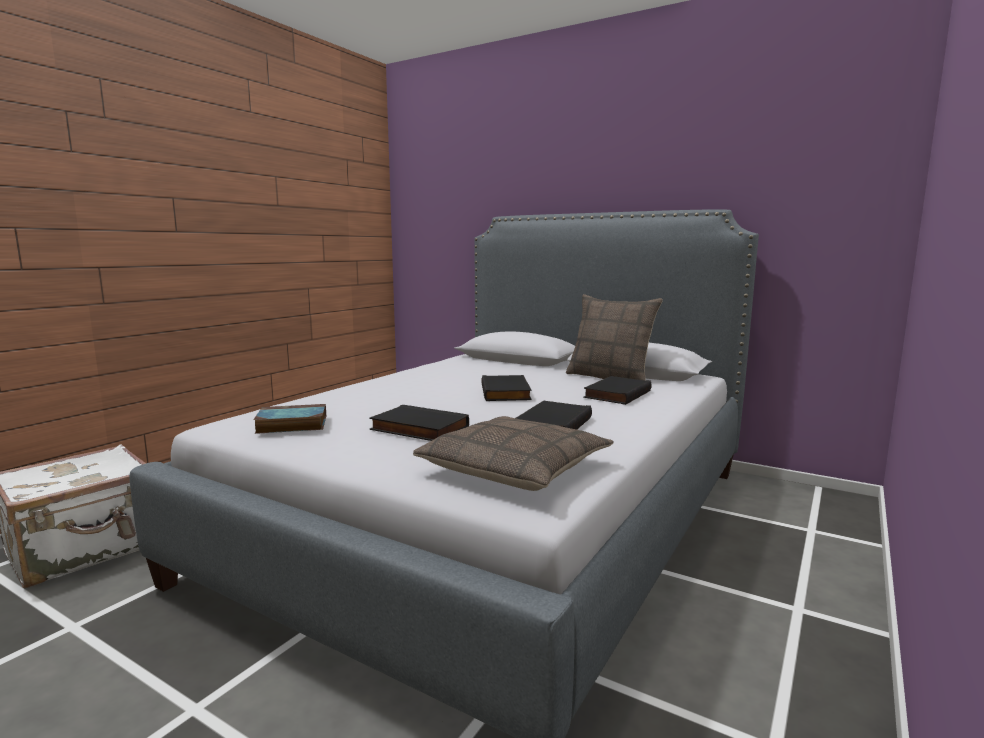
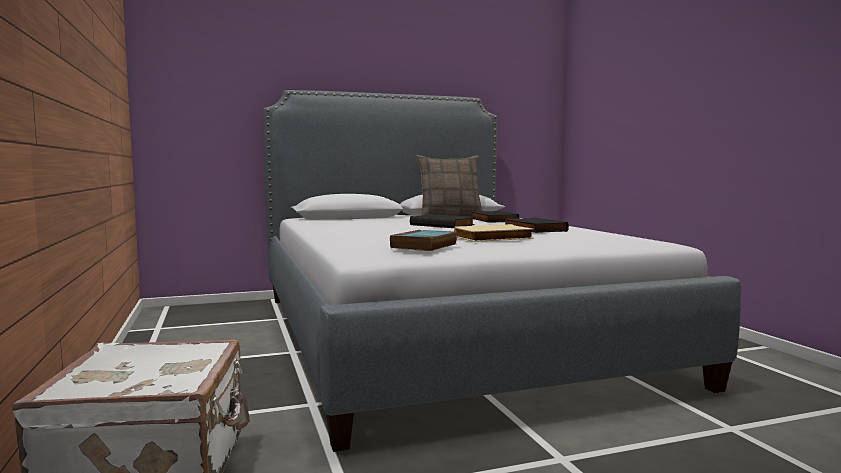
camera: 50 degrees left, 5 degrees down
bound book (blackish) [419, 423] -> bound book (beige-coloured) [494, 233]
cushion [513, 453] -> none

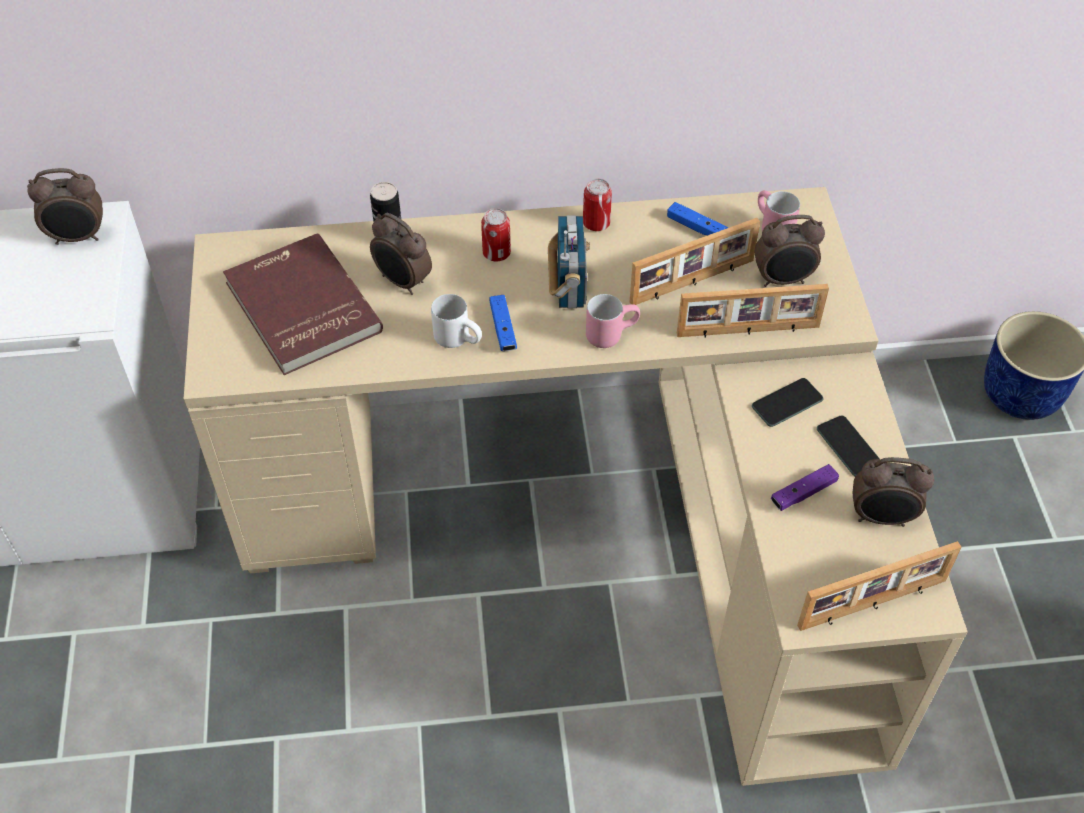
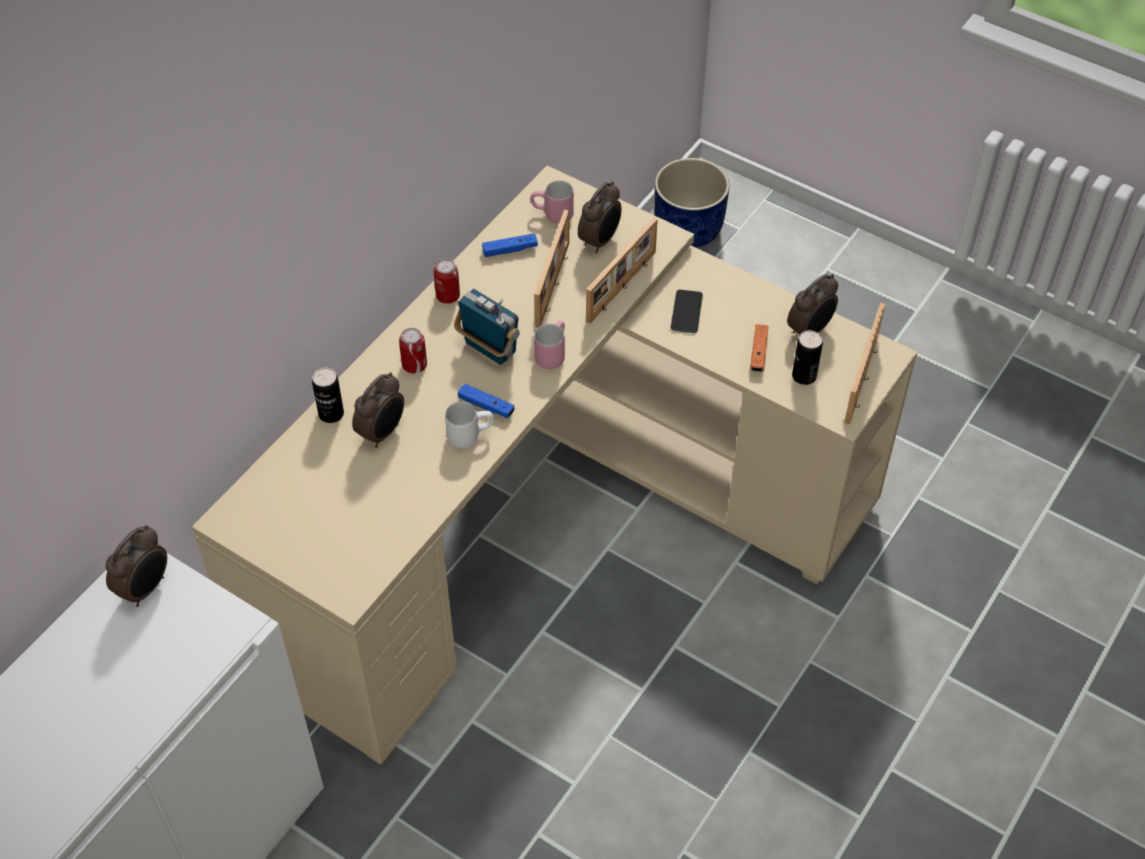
camera: 50 degrees left, 0 degrees up
bound book (red-coloured) [303, 304] -> none
table clock [401, 254] -> table clock [378, 410], 45 degrees counterclockwise
game controller (purple) [805, 487] -> game controller (orange) [759, 348]
telephone [848, 446] -> none
none -> sealed can [807, 357]

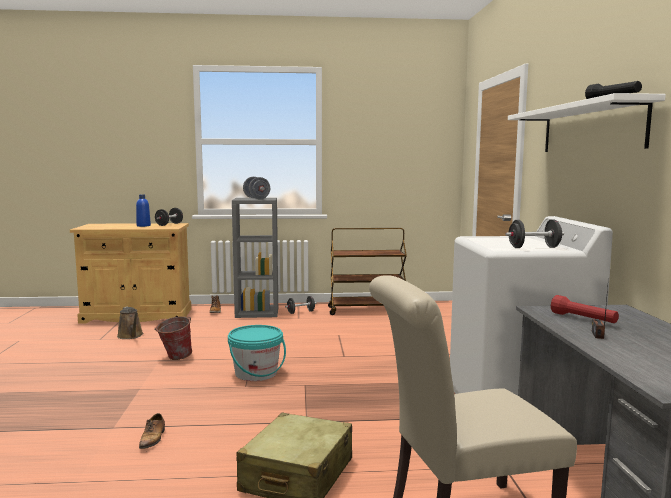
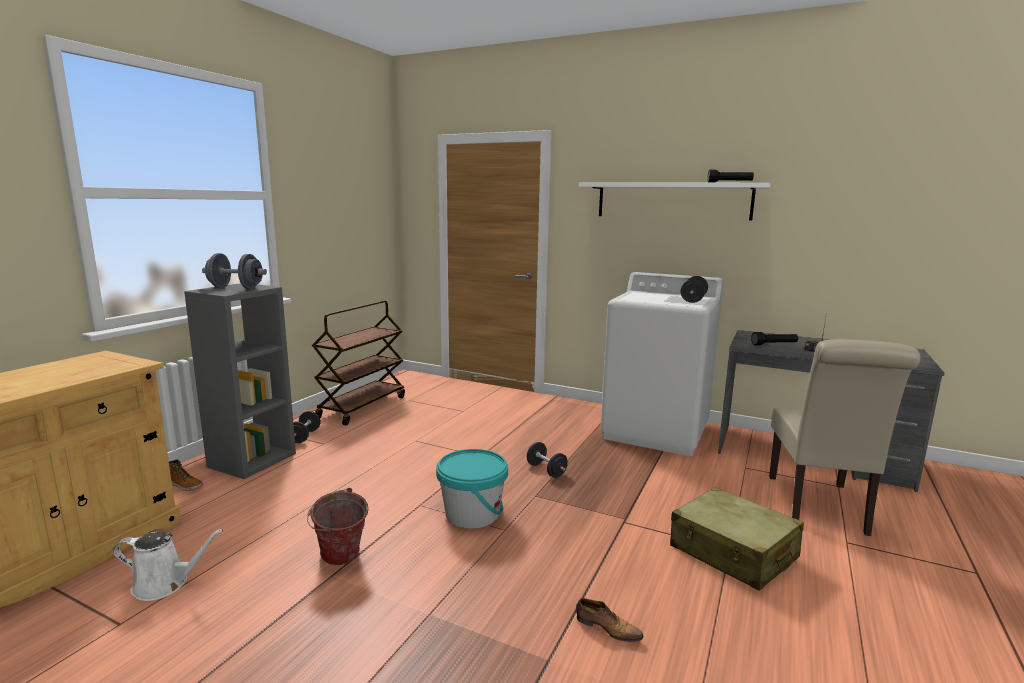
camera: 60 degrees left, 5 degrees up
watering pot (brown-coloured) [130, 323] -> watering pot (white-coloured) [168, 565]
beverage bottle (bluish) [143, 211] -> none
hand weight (blackish) [169, 217] -> hand weight (blackish) [547, 460], move
hand torch (red-coloured) [585, 309] -> hand torch (blackish) [774, 338]

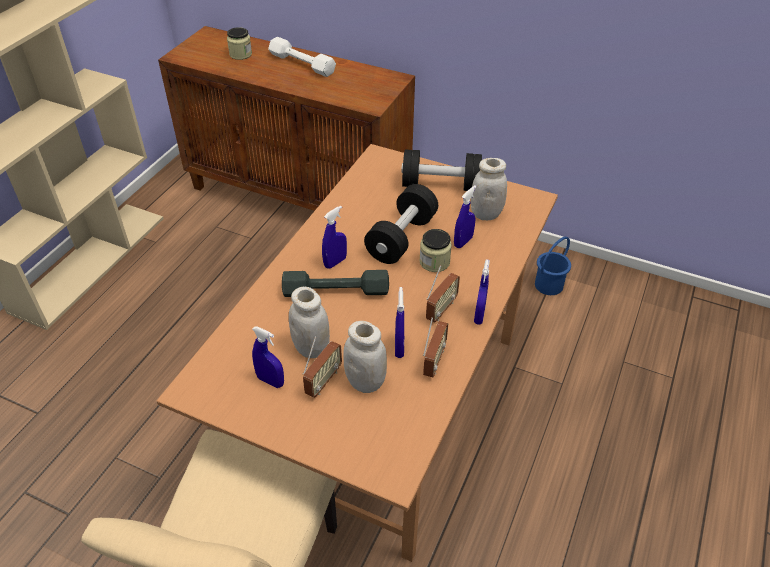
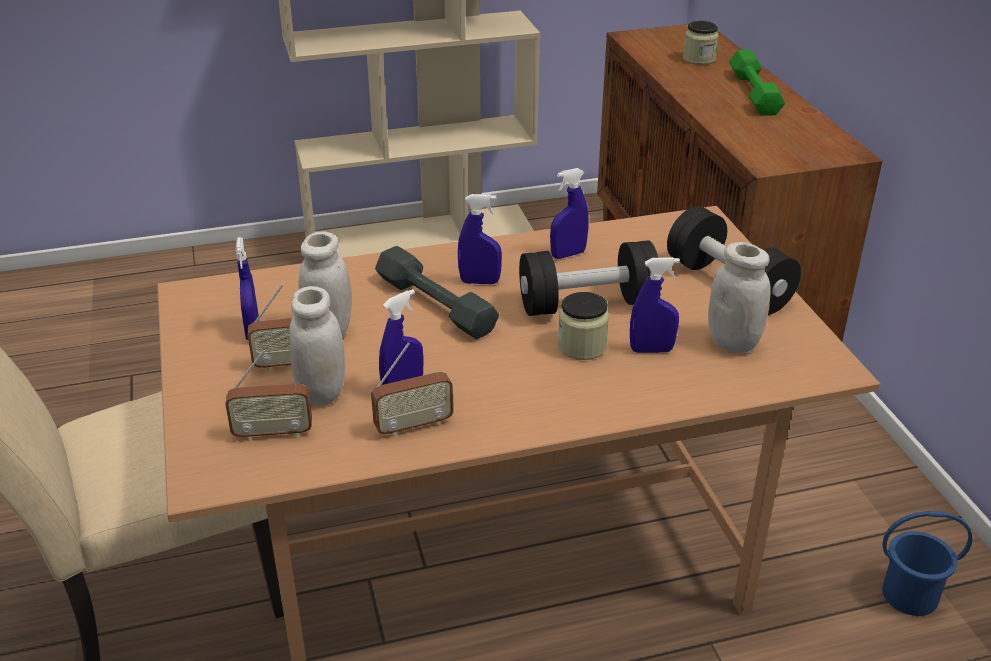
camera: 50 degrees right, 10 degrees down
hand weight (white-coloured) [302, 57] -> hand weight (greenish) [757, 83]
radio set [443, 293] -> radio set [268, 395], move
hand sprayer (bluish) [482, 292] -> hand sprayer (bluish) [569, 213], move

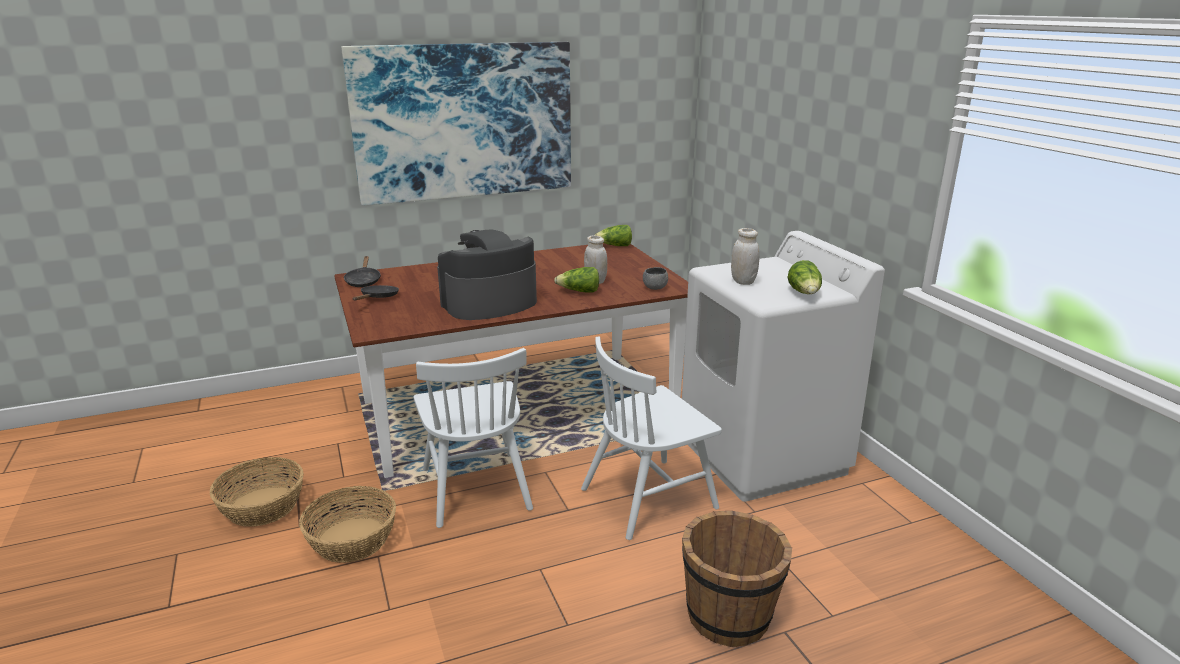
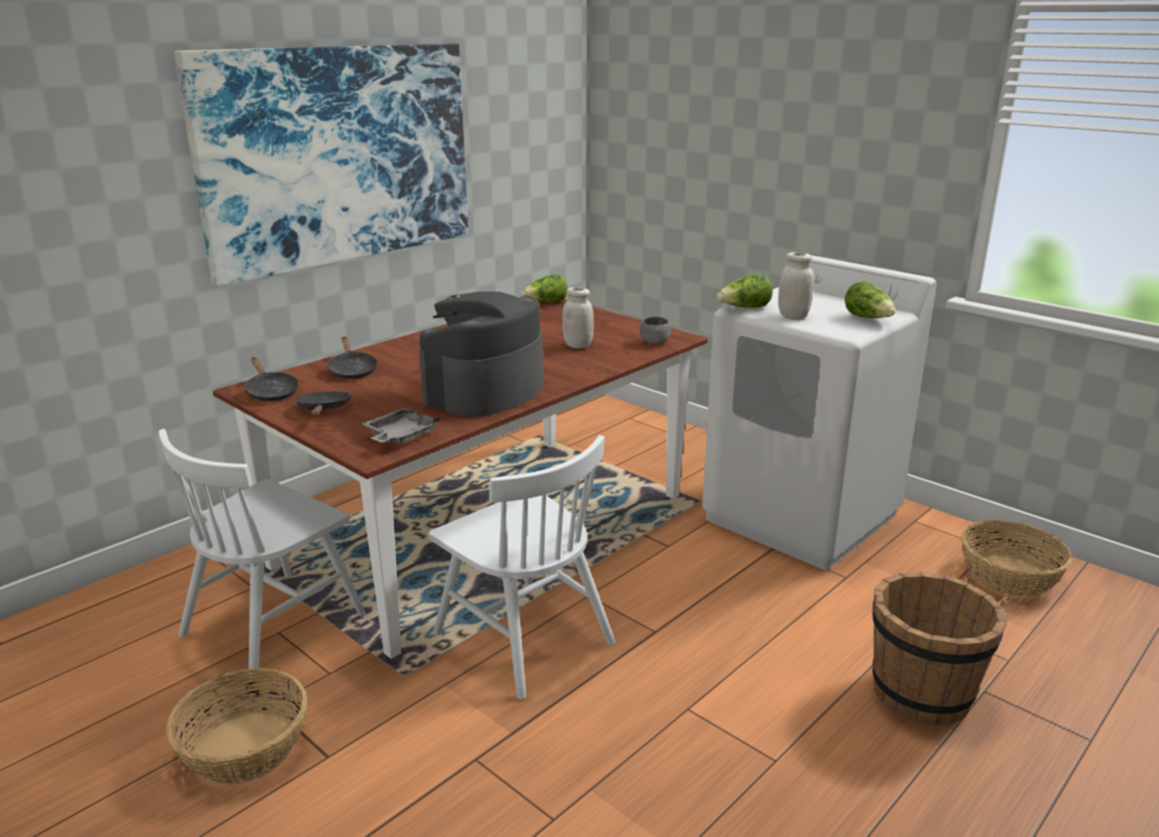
camera: 25 degrees left, 0 degrees up
basket [347, 524] -> basket [1016, 559], move
lettuce head [576, 279] -> lettuce head [745, 291], move
chair (white-coloured) [651, 438] -> chair (white-coloured) [262, 555], move
none -> pan (blackish) [352, 358]
none -> carrying tray (greyish) [401, 426]

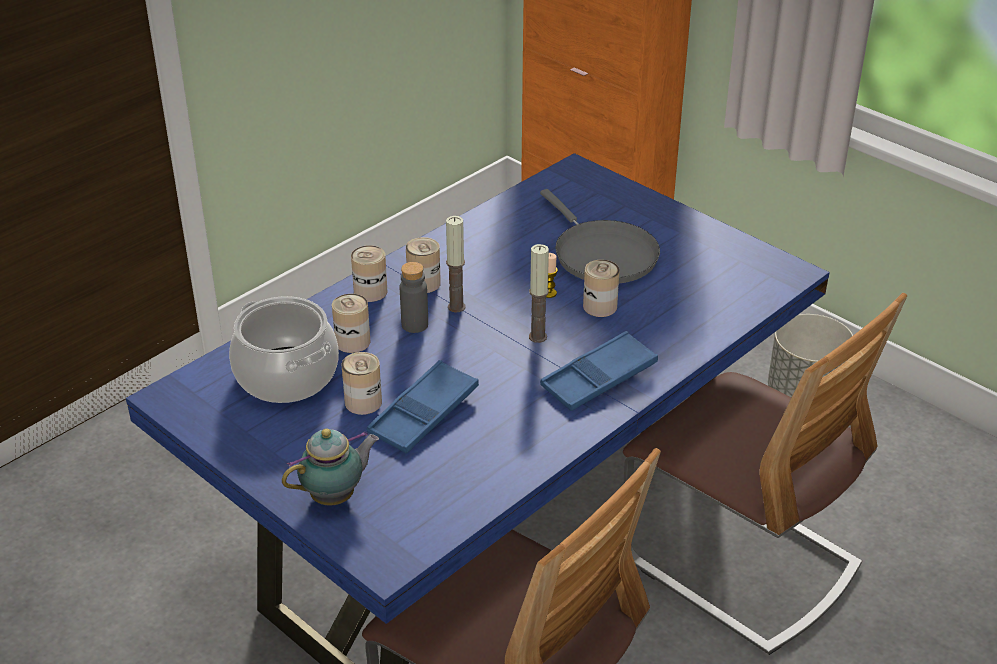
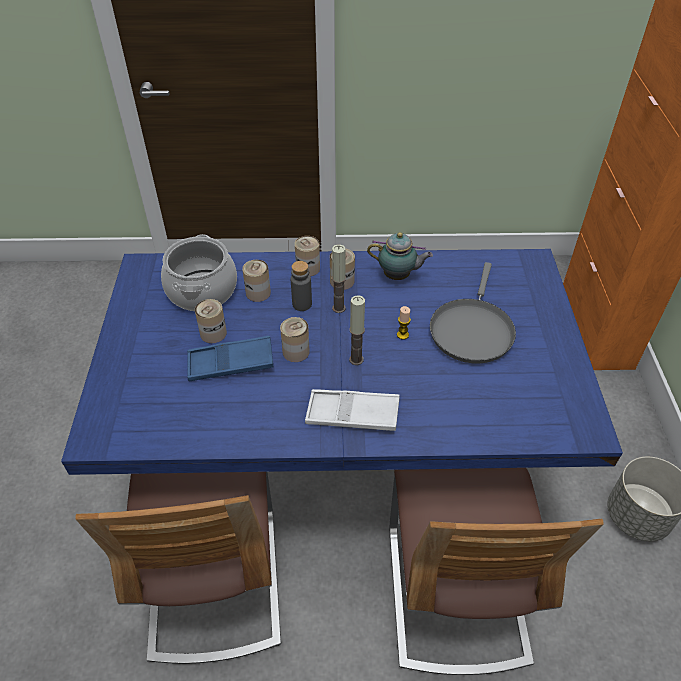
camera: 45 degrees right, 10 degrees up
tea pot [330, 467] -> tea pot [400, 256], move
carrying tray (bluish) [599, 371] -> carrying tray (white-coloured) [352, 410]
sealed can [601, 288] -> sealed can [295, 339], move

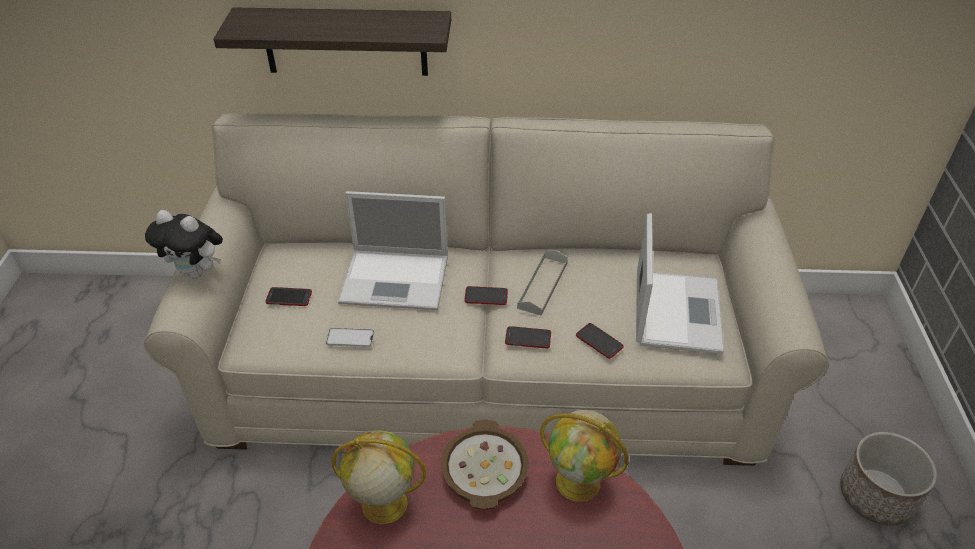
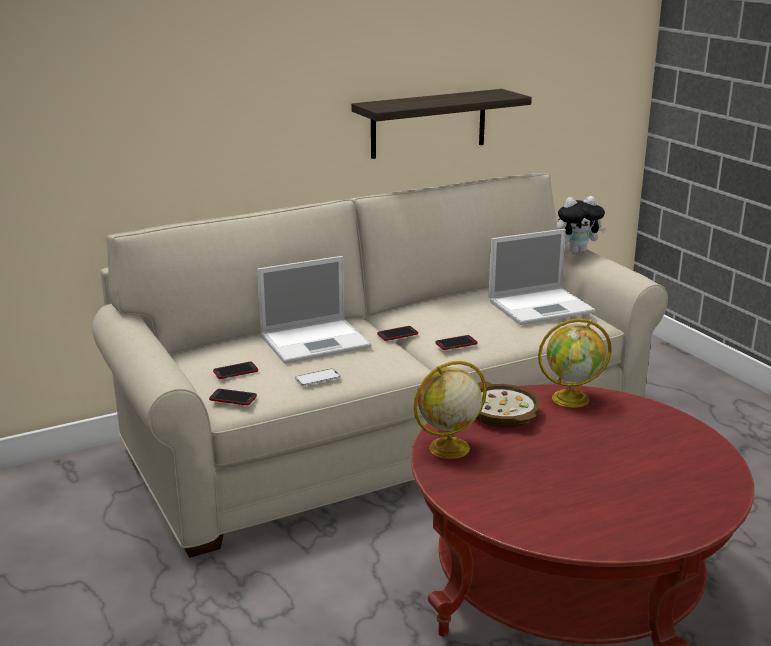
camera: 30 degrees left, 20 degrees down
plush toy [184, 244] -> plush toy [581, 225], move
bracket shelf [332, 41] -> bracket shelf [441, 124], move
carrying tray (greyish) [542, 283] -> none
telephone [600, 341] -> telephone [233, 397], move
laptop [680, 283] -> laptop [541, 277], 90 degrees clockwise
plant pot [888, 479] -> none

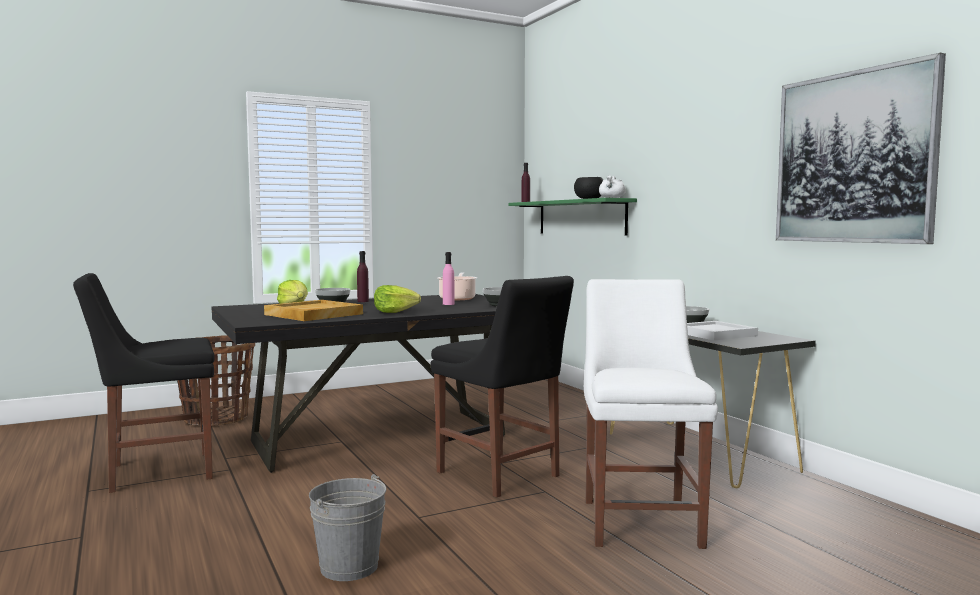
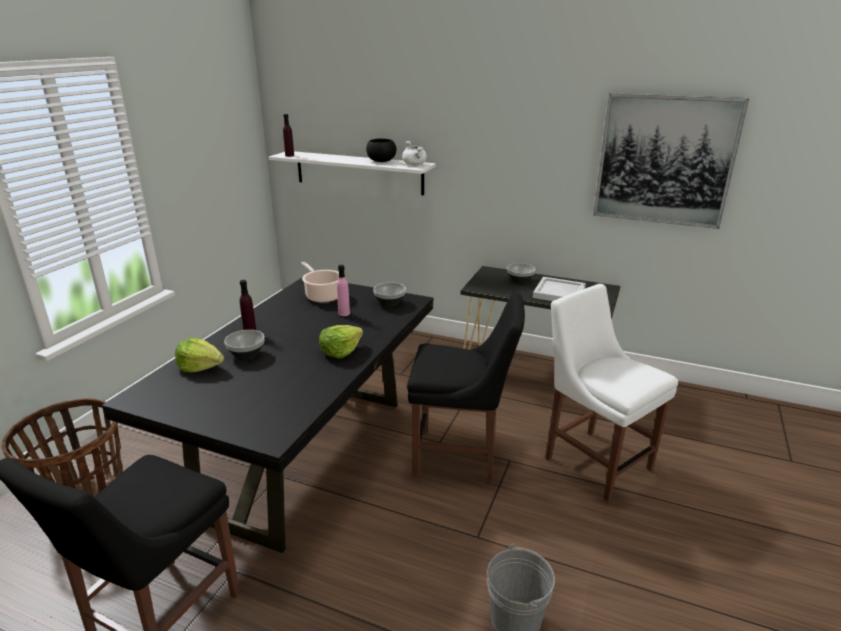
camera: 40 degrees left, 20 degrees up
carrying tray (beige-coloured) [313, 310] -> none
bracket shelf (greenish) [572, 216] -> bracket shelf (white-coloured) [352, 173]

